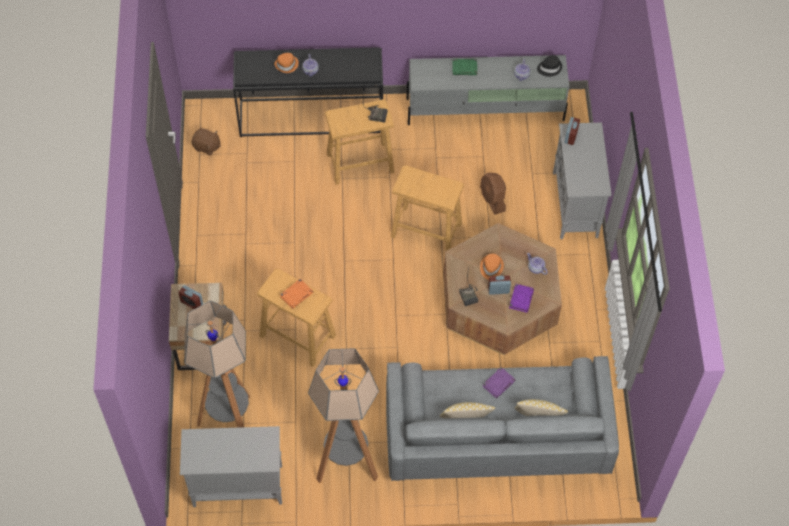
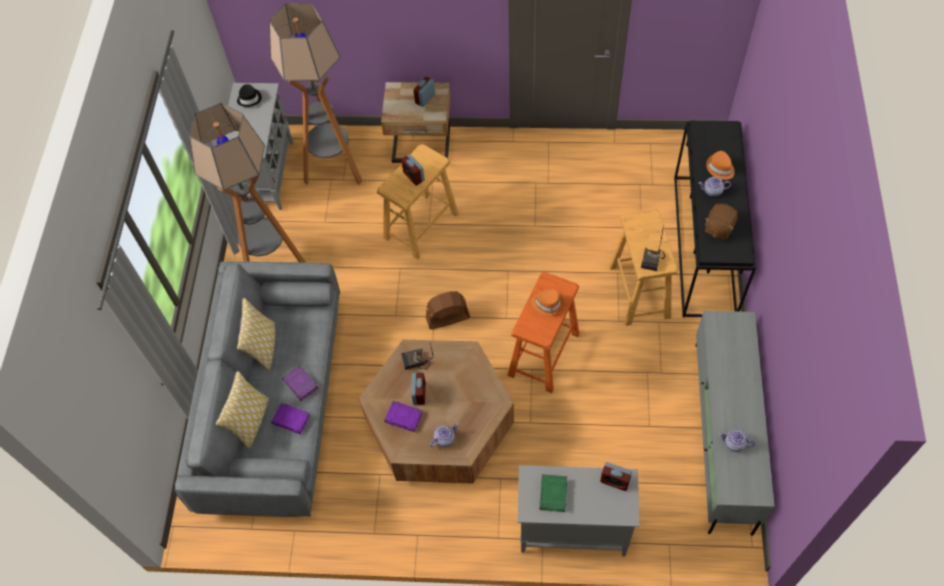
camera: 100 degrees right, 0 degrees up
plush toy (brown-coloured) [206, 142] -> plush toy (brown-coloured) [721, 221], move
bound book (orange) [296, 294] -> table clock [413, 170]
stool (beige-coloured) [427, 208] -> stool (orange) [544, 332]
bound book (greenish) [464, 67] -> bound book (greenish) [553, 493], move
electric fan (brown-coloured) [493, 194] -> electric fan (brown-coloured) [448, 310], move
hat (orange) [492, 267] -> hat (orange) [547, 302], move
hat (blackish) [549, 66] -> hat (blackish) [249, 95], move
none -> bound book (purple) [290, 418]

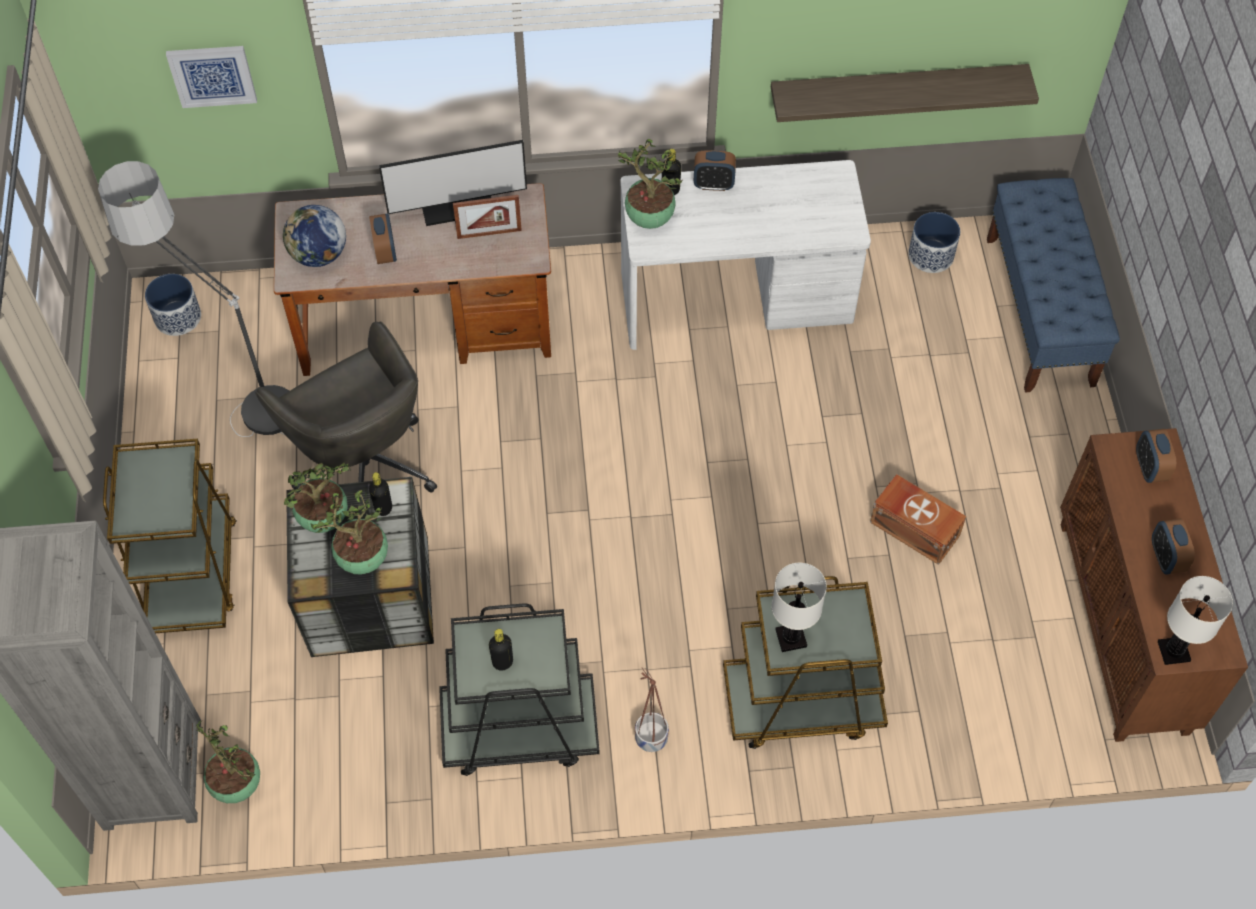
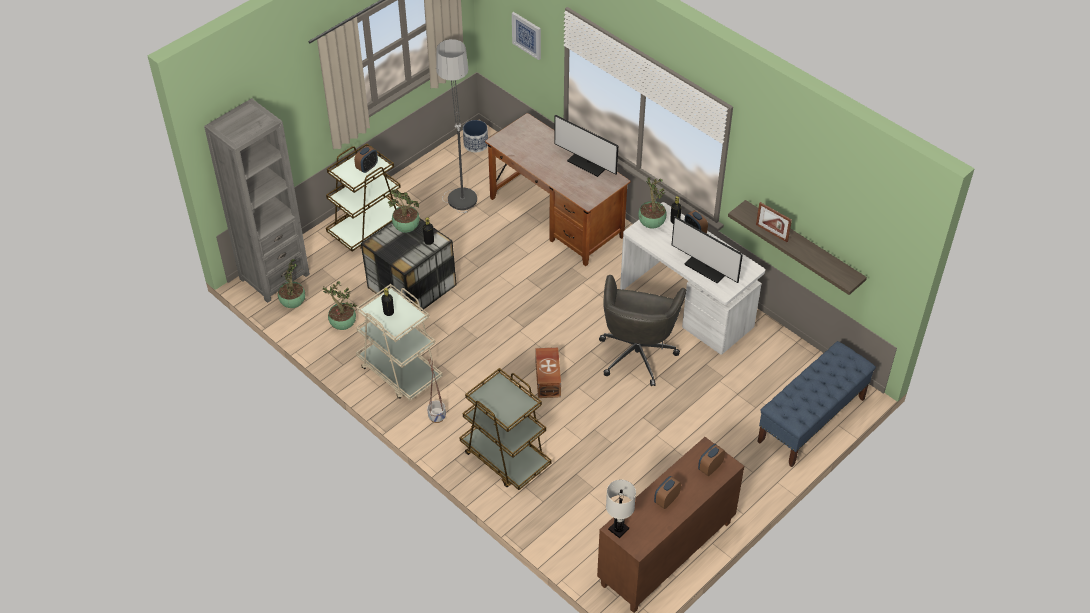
camera: 50 degrees right, 10 degrees down
computer chair (greyish) [346, 407] -> computer chair (greyish) [642, 330], move
globe [314, 236] -> none
houseplant [349, 532] -> houseplant [340, 305], move
table clock [383, 238] -> table clock [366, 159], move
trolley (blackish) [519, 689] -> trolley (beige-coloured) [399, 342]
picture frame [487, 217] -> picture frame [774, 222], move
tabletop lamp (white-coloured) [799, 607] -> none
storage bin (brown-coloured) [918, 519] -> storage bin (brown-coloured) [548, 372], move
plant pot [934, 242] -> none
none -> monitor [707, 249]

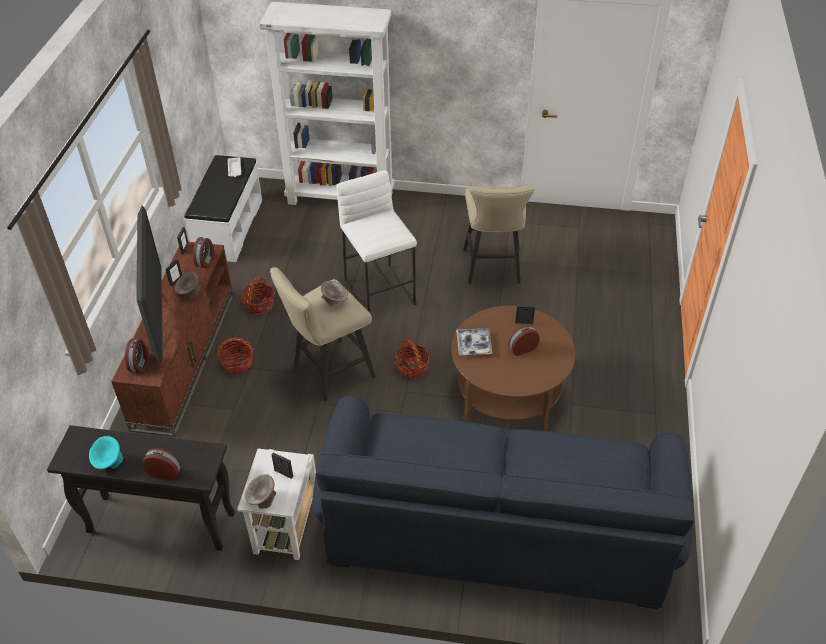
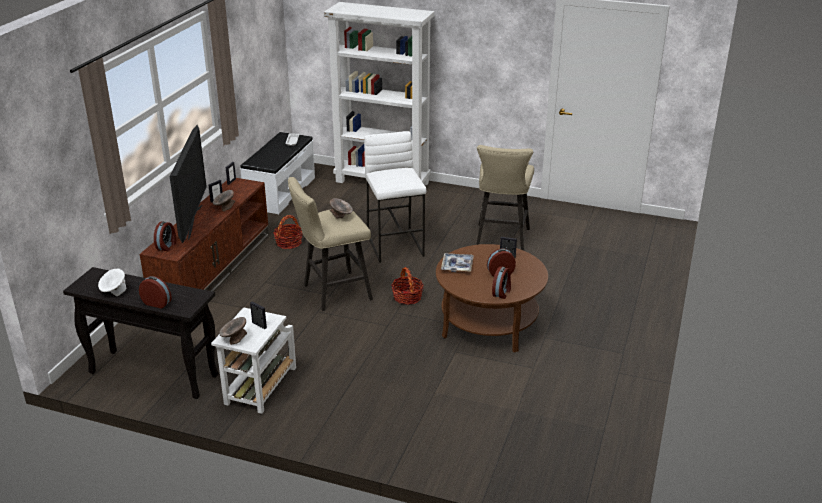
camera: 10 degrees right, 15 degrees down
bowl (blue-green) [106, 452] -> bowl (white-coloured) [112, 282]
table clock [204, 252] -> table clock [501, 283], move
basket [235, 355] -> none
sofa (bluish) [503, 502] -> none

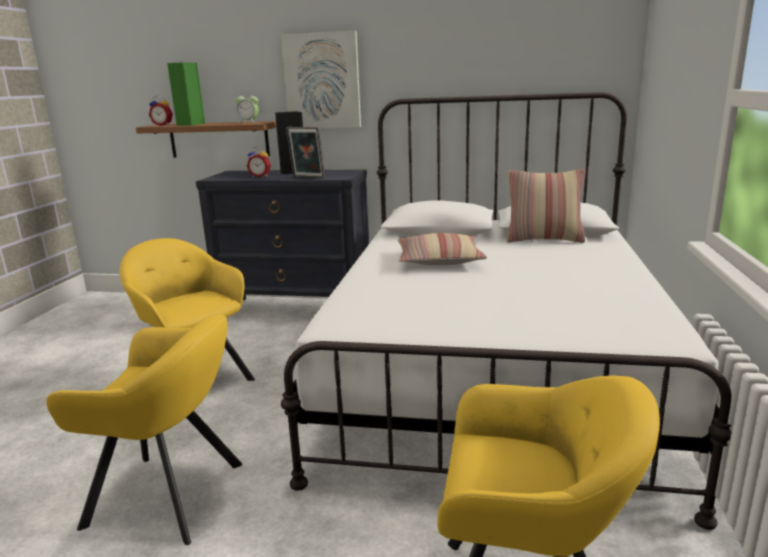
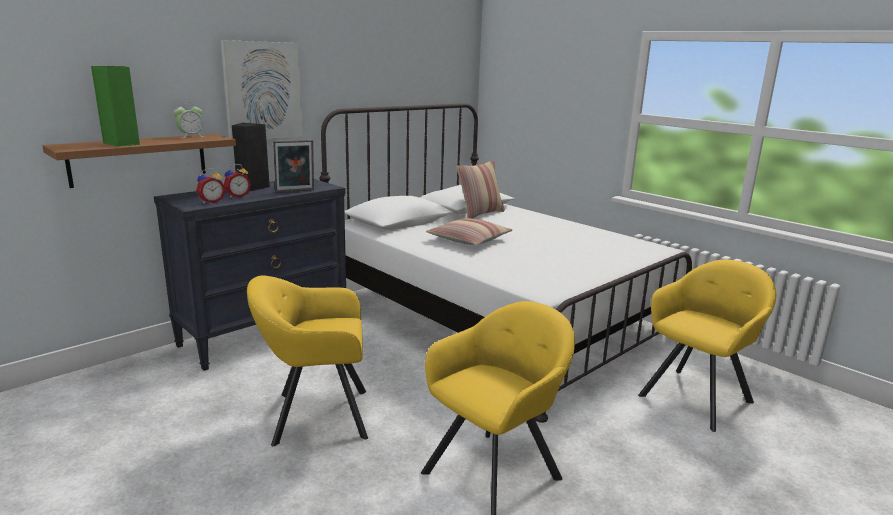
camera: 55 degrees left, 0 degrees up
table clock [161, 111] -> table clock [211, 186], move

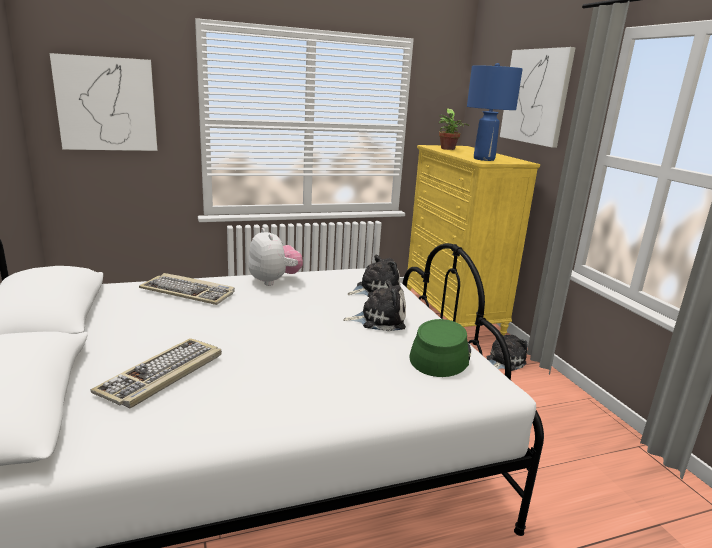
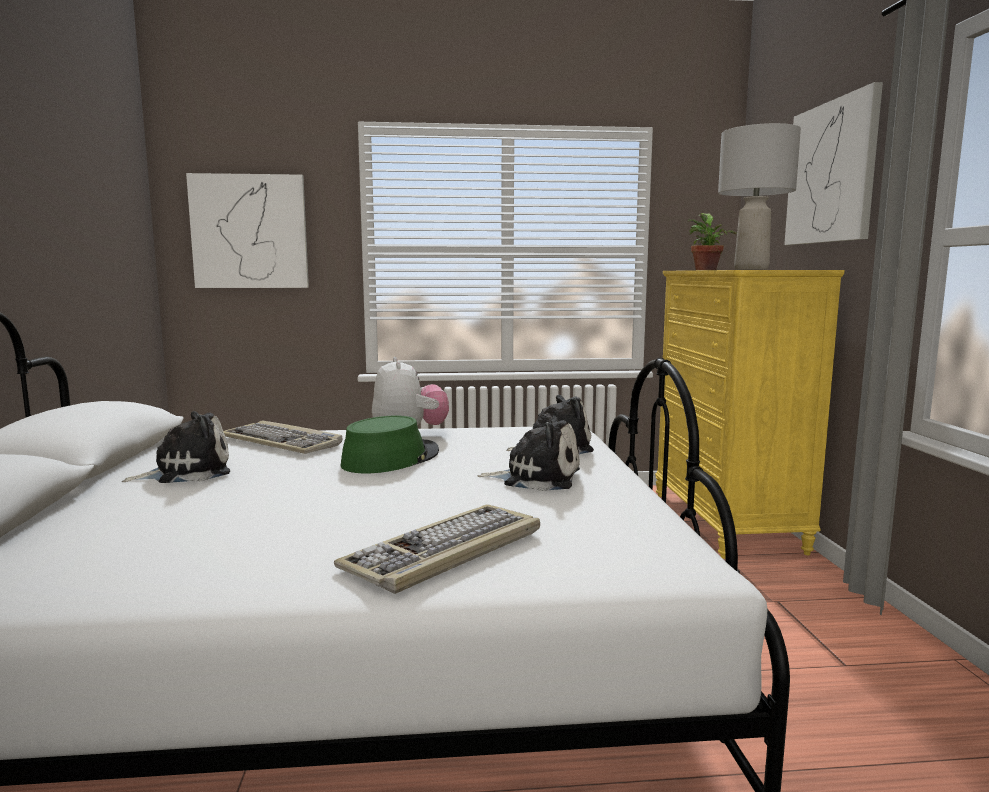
camera: 15 degrees right, 10 degrees down
keyboard [156, 373] -> keyboard [437, 549], move
hat (greenish) [440, 348] -> hat (greenish) [390, 444], move
tabletop lamp (bluish) [495, 112] -> tabletop lamp (greyish) [759, 196]
plush toy [507, 353] -> plush toy [176, 447], move

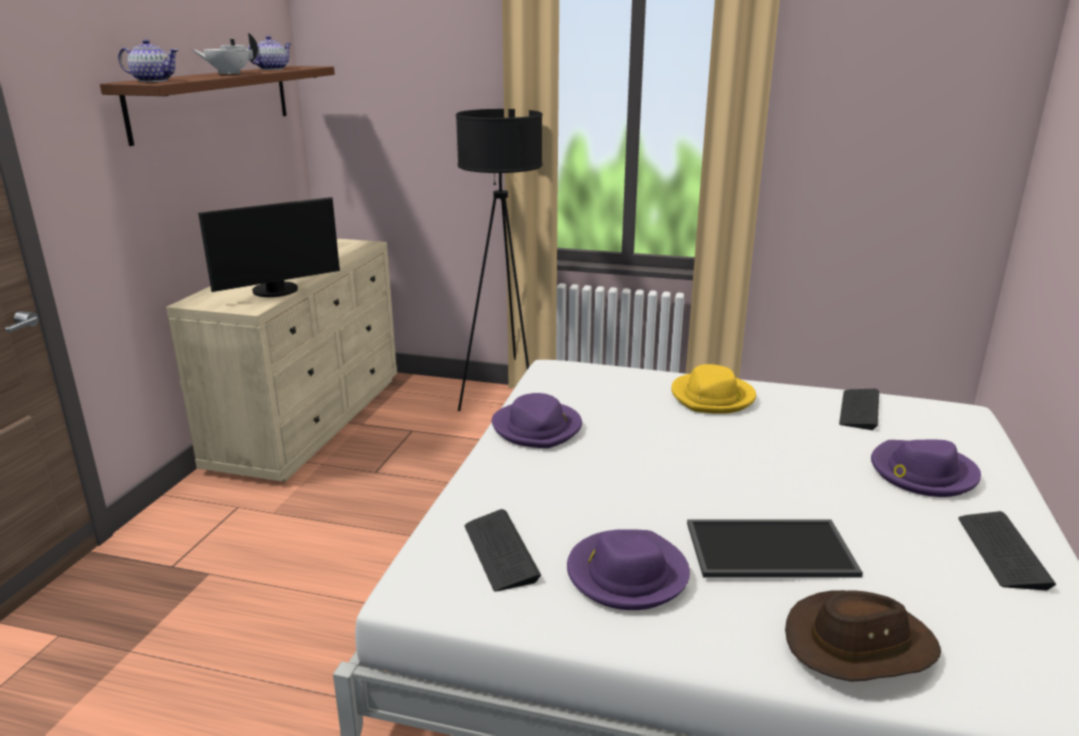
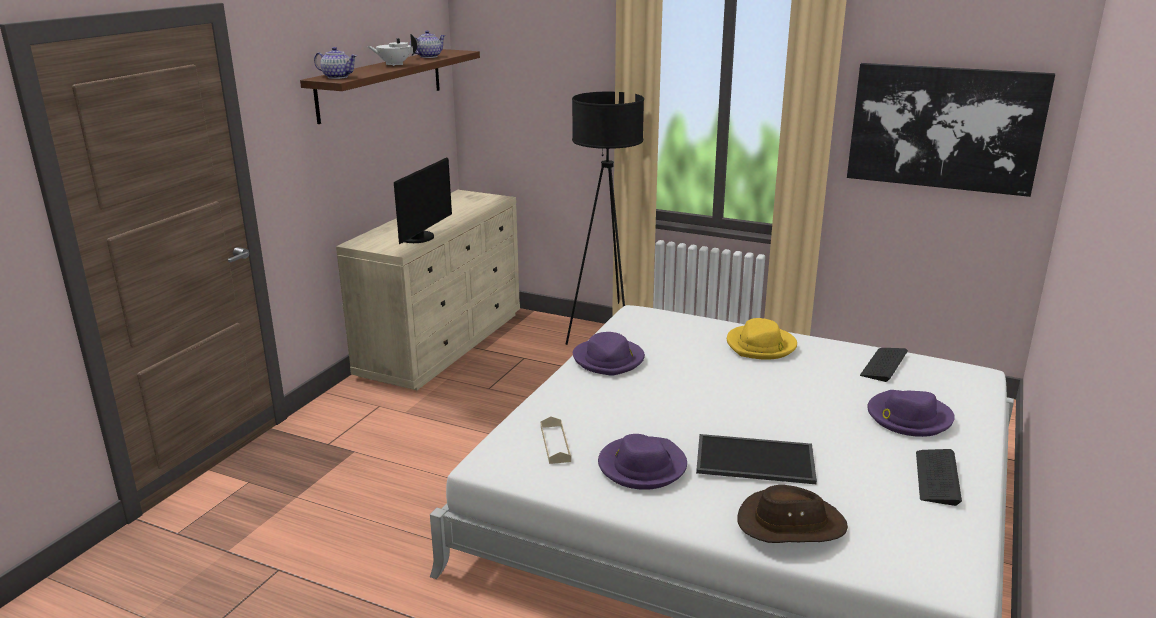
camera: 10 degrees right, 0 degrees up
monitor [269, 247] -> monitor [423, 201], 45 degrees counterclockwise
keyboard [503, 550] -> carrying tray (beige-coloured) [556, 440]
none -> wall art [951, 130]

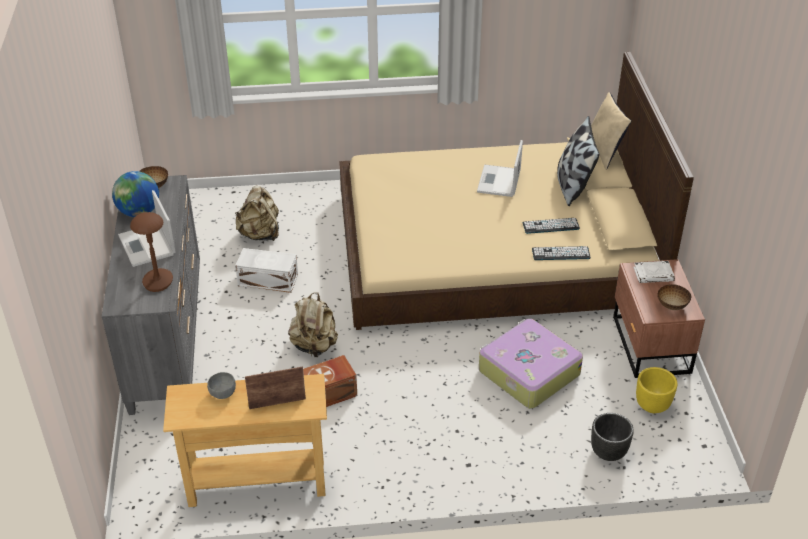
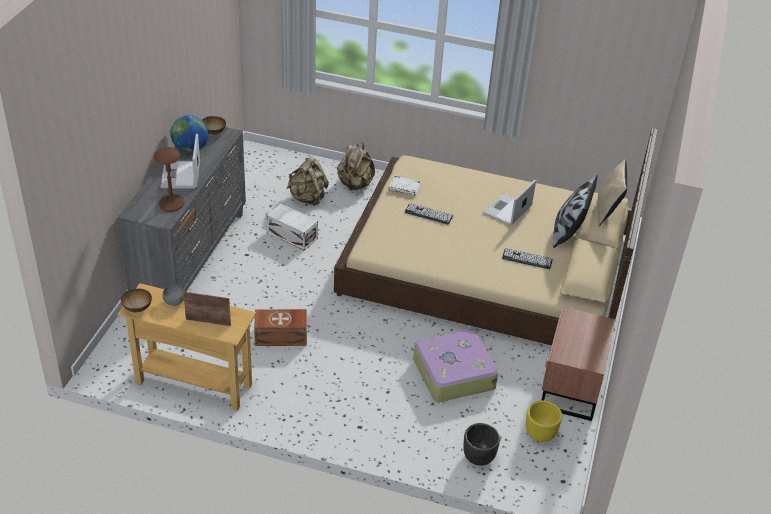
camera: 20 degrees right, 0 degrees up
rucksack (beige-coloured) [313, 325] -> rucksack (beige-coloured) [356, 167], move
keyboard [561, 253] -> keyboard [429, 214], move
bound book (white-coloured) [654, 272] -> bound book (white-coloured) [405, 186], move
bowl [674, 297] -> bowl [136, 301], move

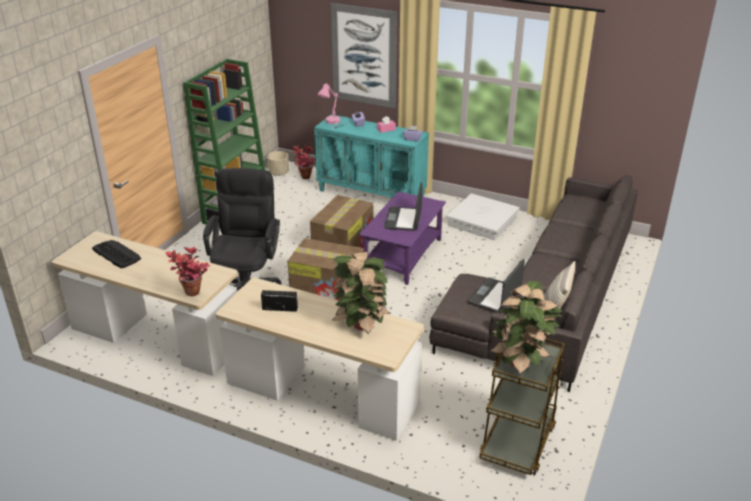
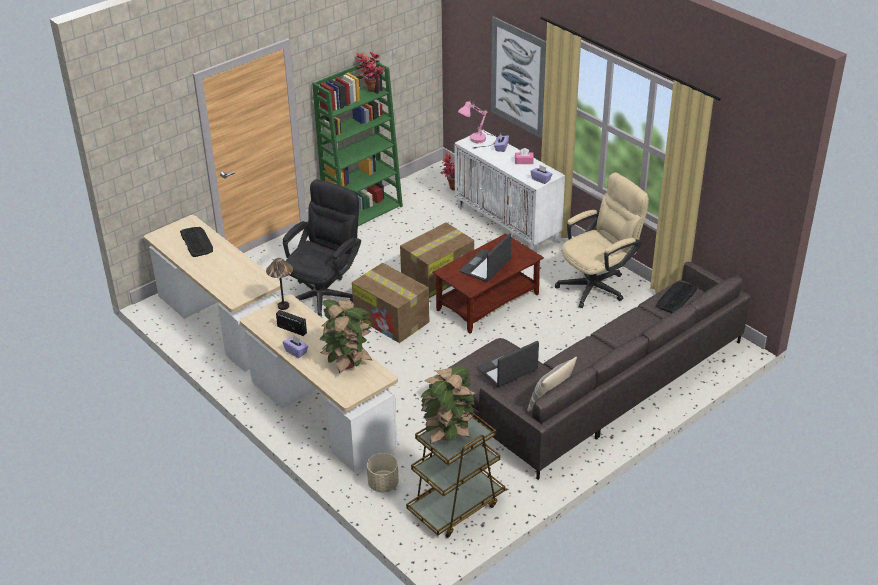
camera: 25 degrees right, 5 degrees up
houseplant [188, 271] -> houseplant [370, 72], move
plant pot (beige-coloured) [278, 163] -> plant pot (beige-coloured) [383, 472], move
cupboard (blue-green) [371, 156] -> cupboard (white-coloured) [509, 191]
lounge table (purple) [402, 238] -> lounge table (brown-coloured) [488, 283]
storage bin (white-coloured) [483, 216] -> computer chair (beige-coloured) [602, 240]
none -> tabletop lamp [279, 284]
none -> tissue holder (purple) [296, 347]
none -> keyboard [676, 297]

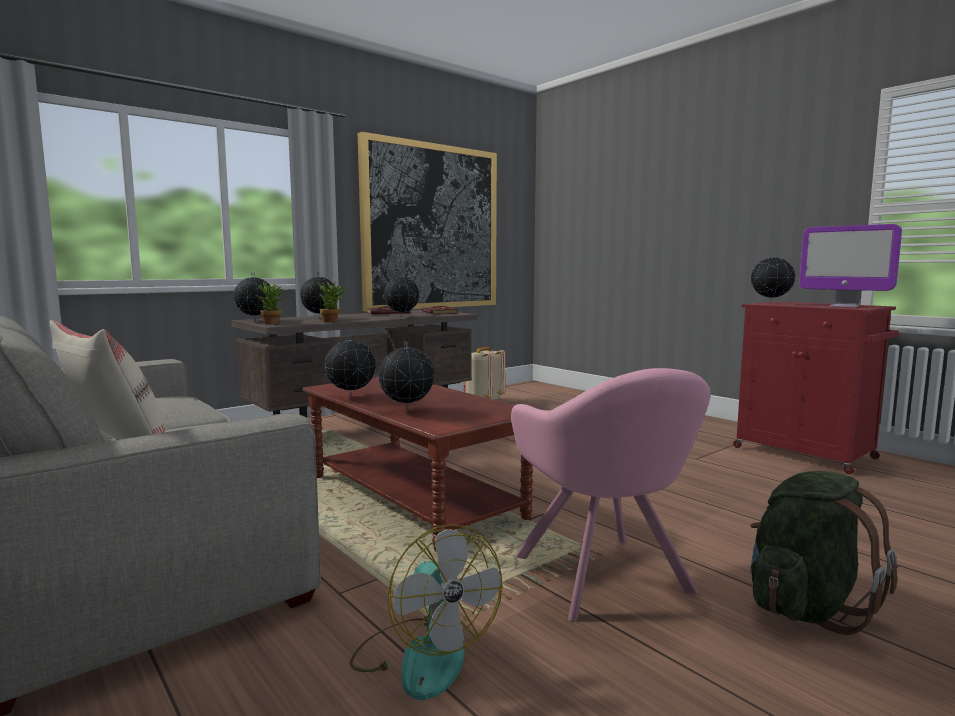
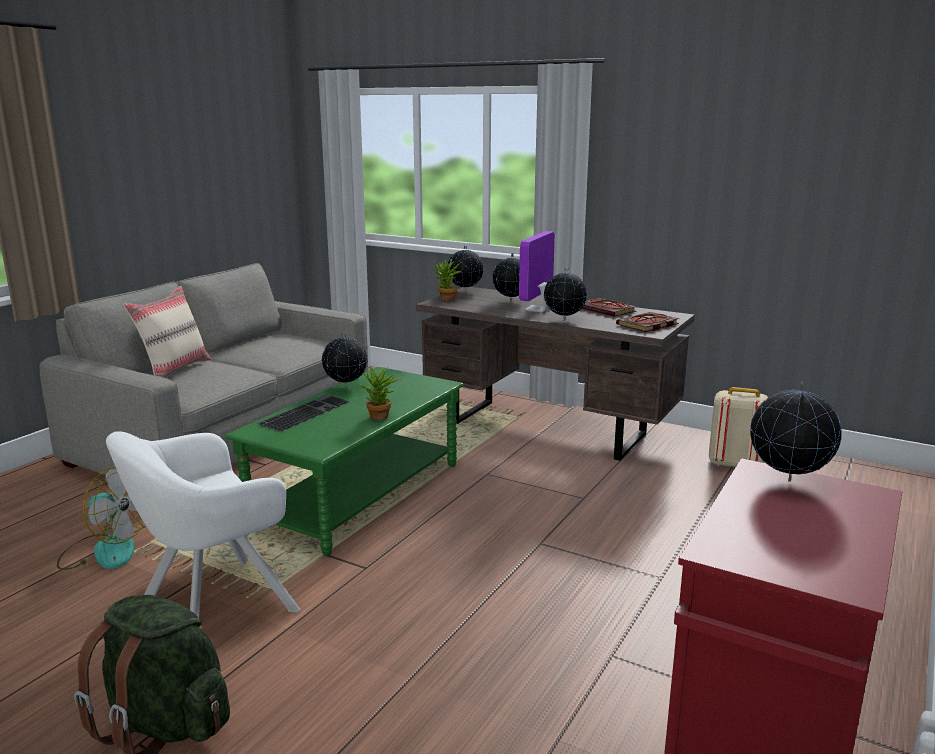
camera: 70 degrees right, 10 degrees up
lounge table (brown-coloured) [418, 464] -> lounge table (greenish) [344, 461]
houseplant [333, 301] -> houseplant [380, 393], move
electric fan [426, 612] -> electric fan [101, 518], 105 degrees counterclockwise
wall art [427, 222] -> none
globe [406, 376] -> keyboard [304, 413]
armchair (pink-coloured) [611, 495] -> armchair (white-coloured) [203, 524]
monitor [850, 266] -> monitor [537, 271], move

